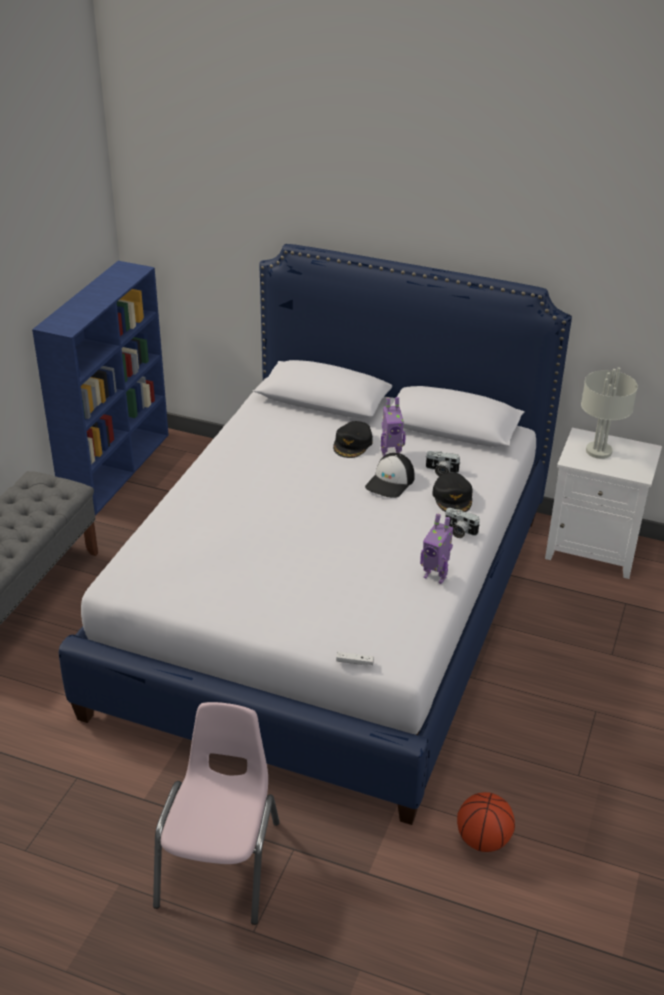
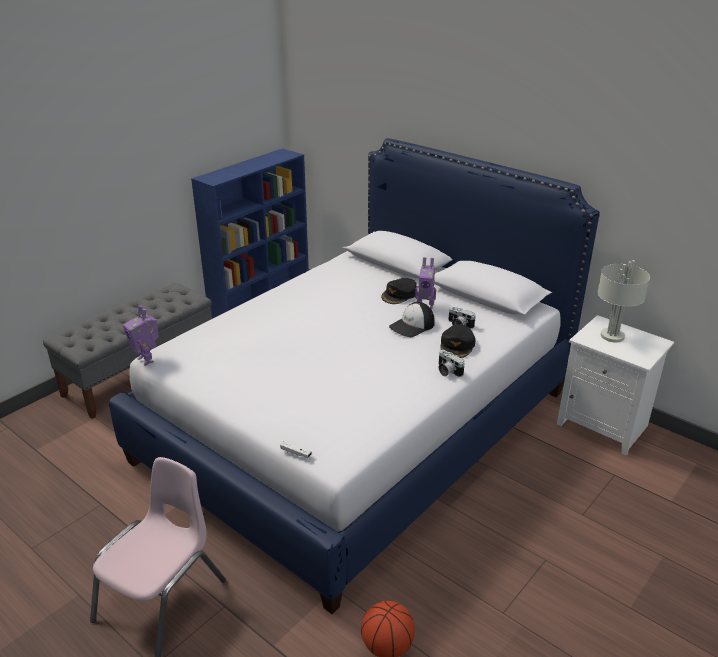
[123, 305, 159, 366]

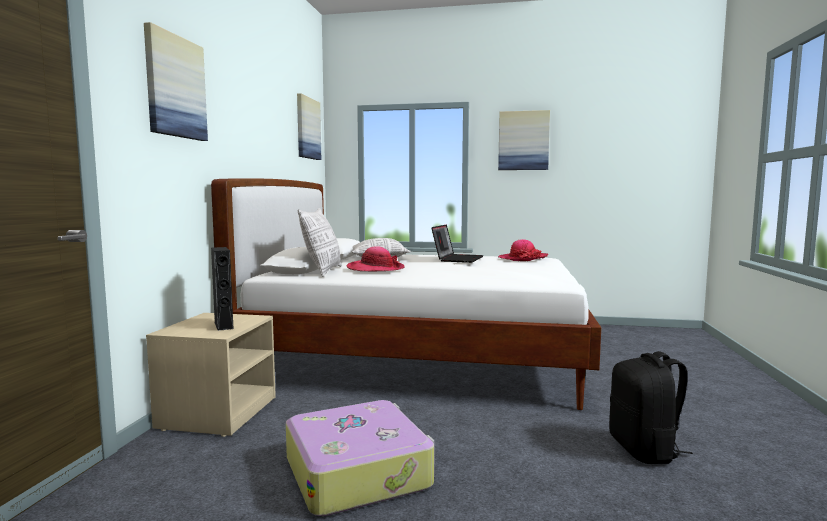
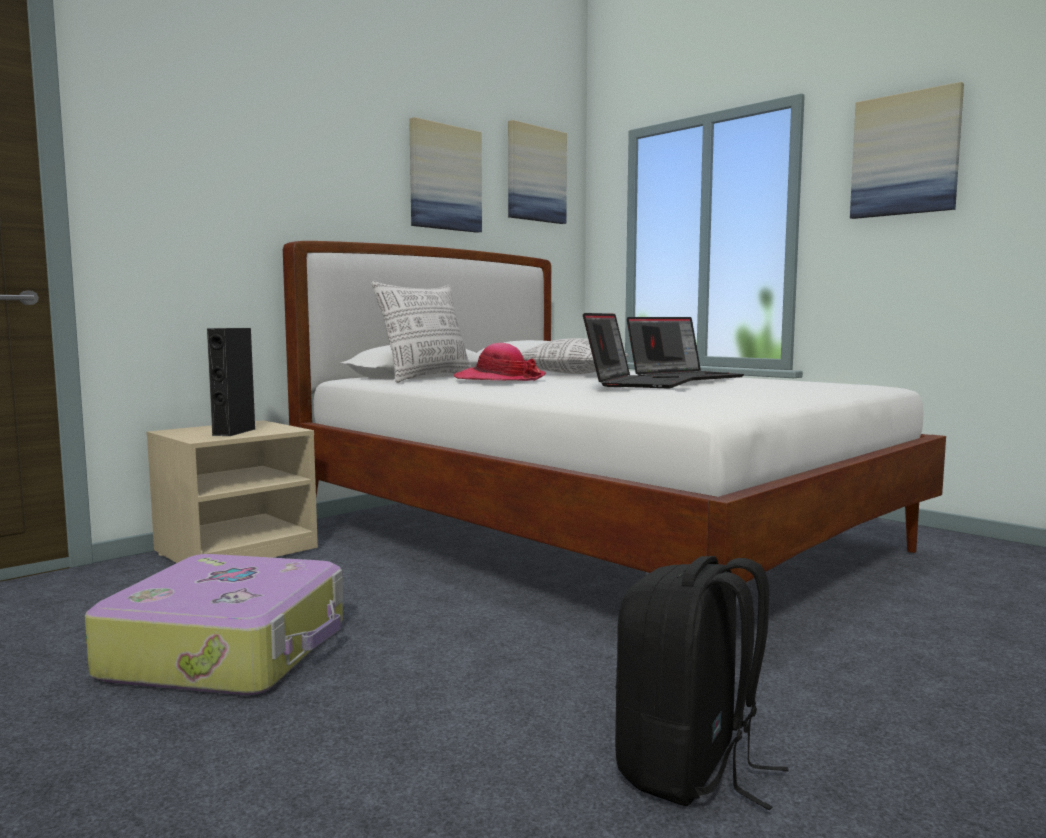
[409, 117, 482, 233]
[498, 239, 548, 261] (first image)
[583, 313, 693, 388]

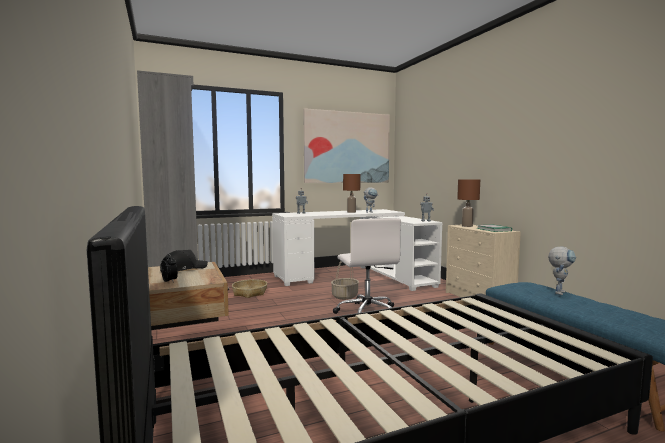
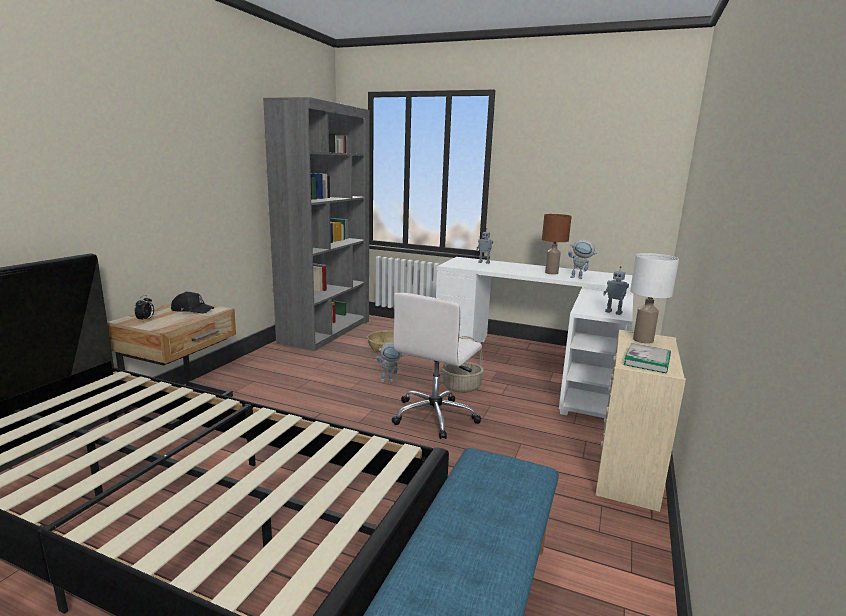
[304, 108, 390, 183] (first image)
[630, 253, 679, 344]
[376, 342, 405, 382]

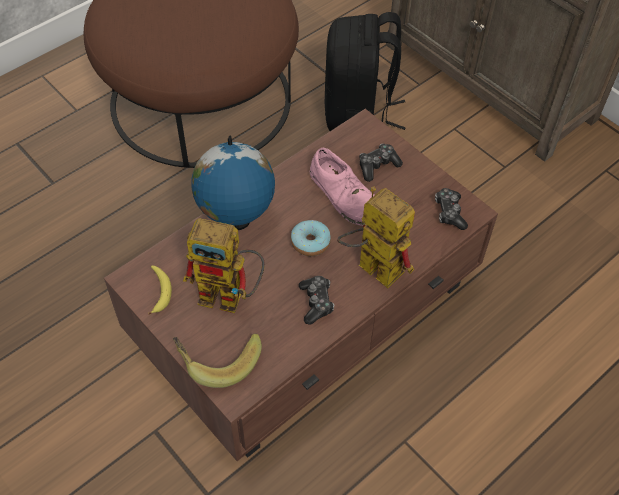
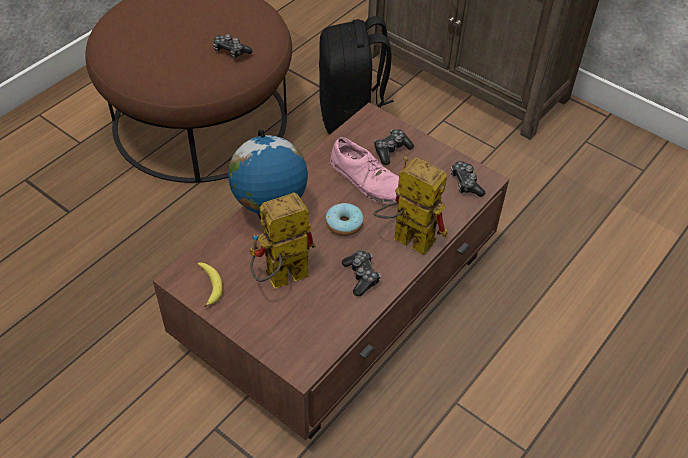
[173, 333, 262, 388] (first image)
[249, 192, 316, 289]
[213, 34, 253, 59]

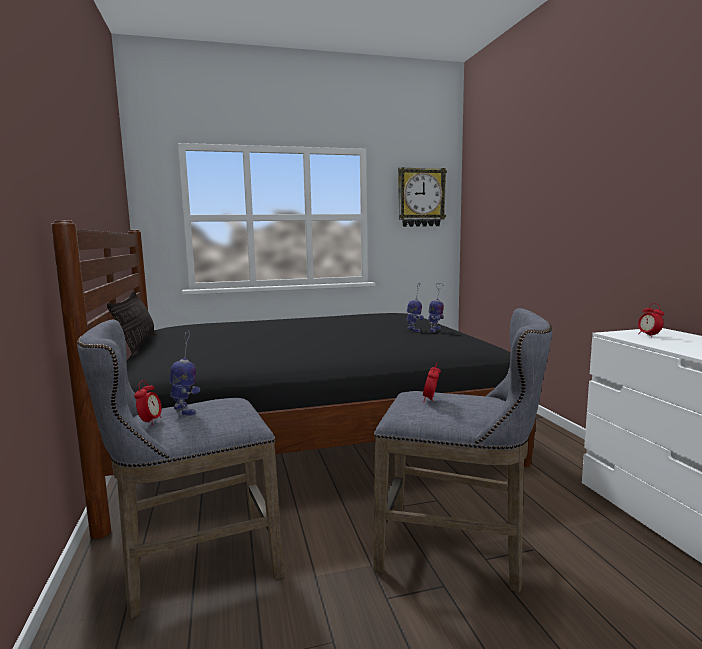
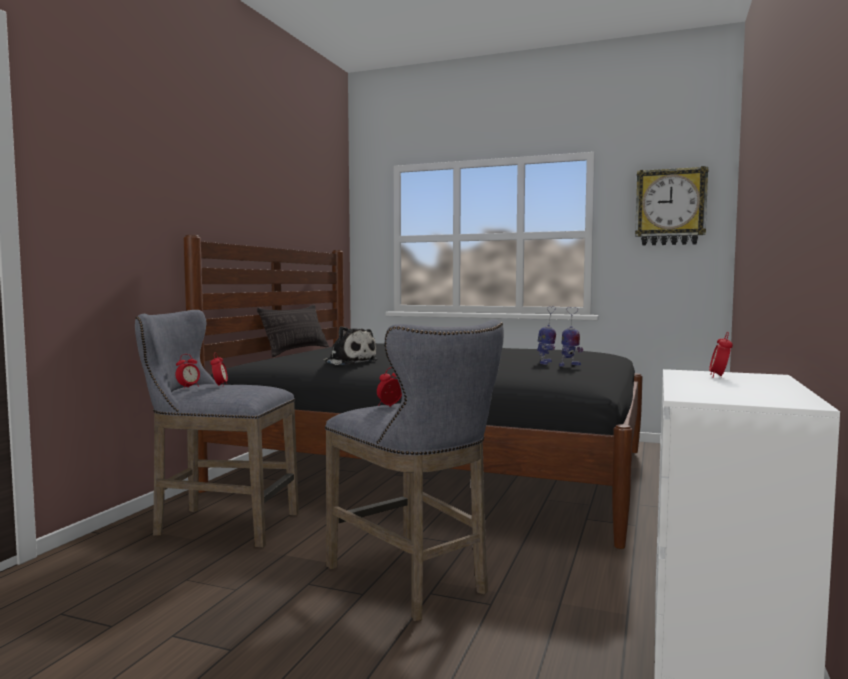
[210, 353, 228, 385]
[323, 326, 378, 365]

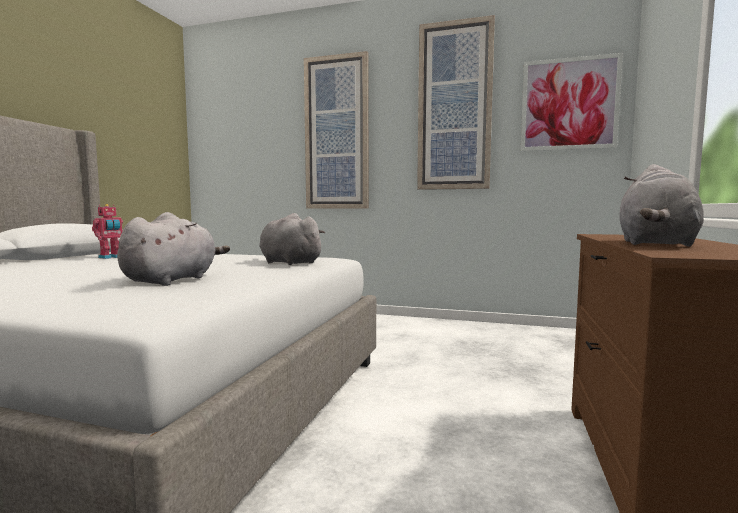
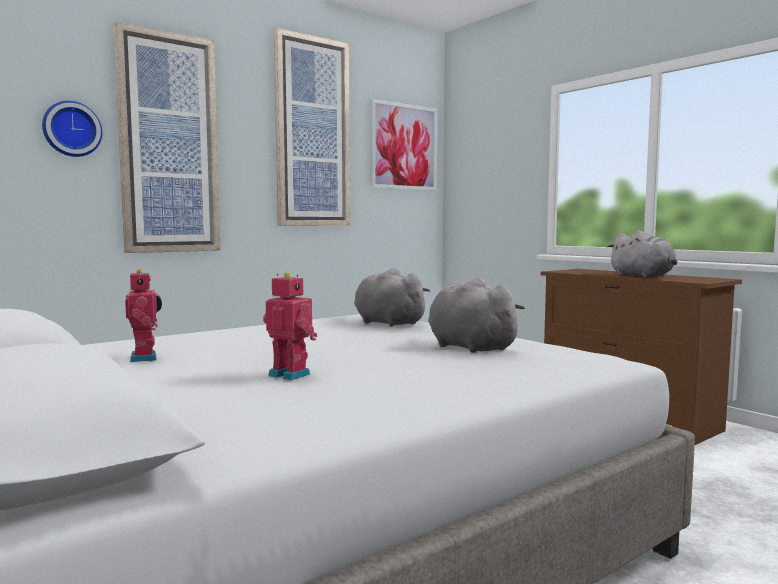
[354, 268, 430, 327]
[42, 101, 102, 157]
[263, 272, 317, 380]

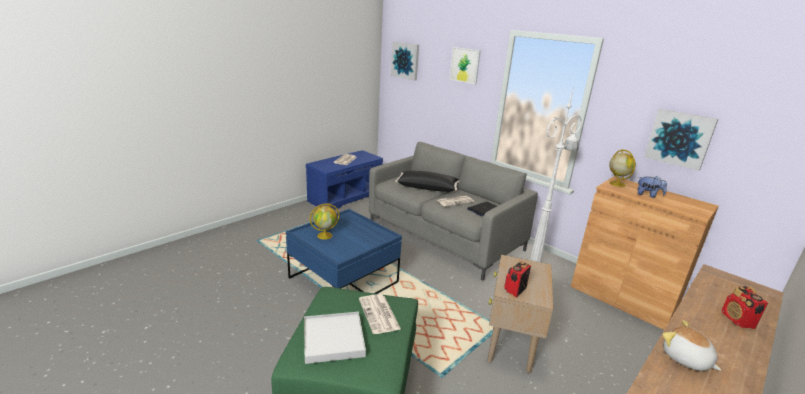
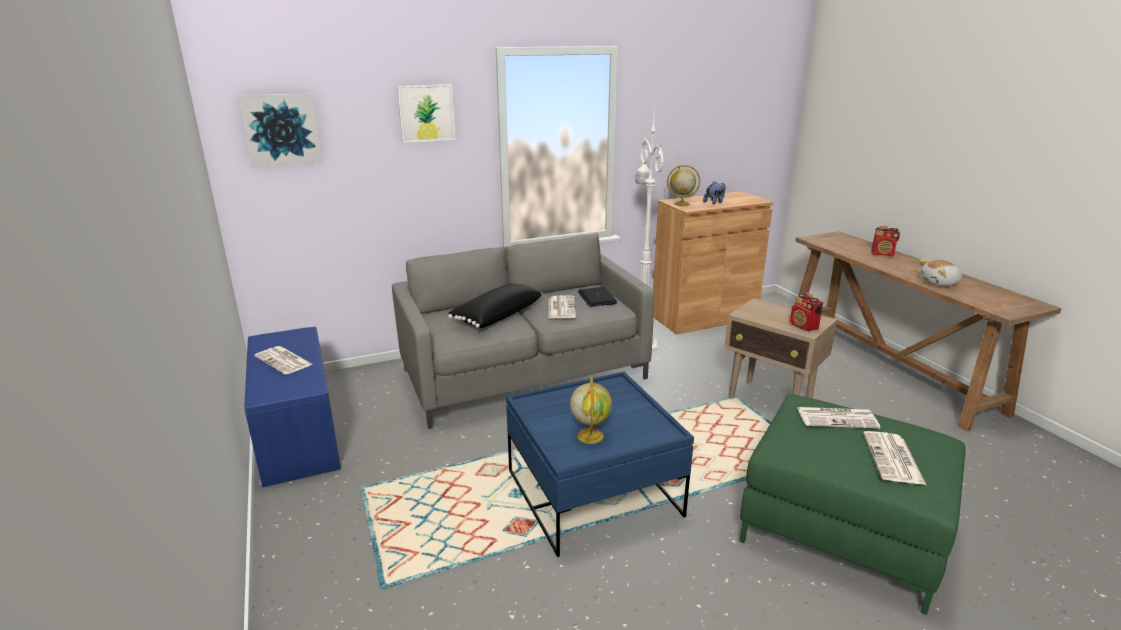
[863, 431, 926, 485]
[644, 109, 718, 171] (first image)

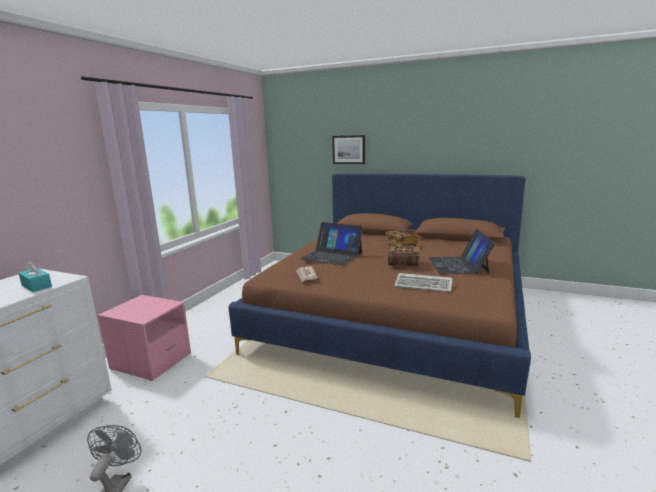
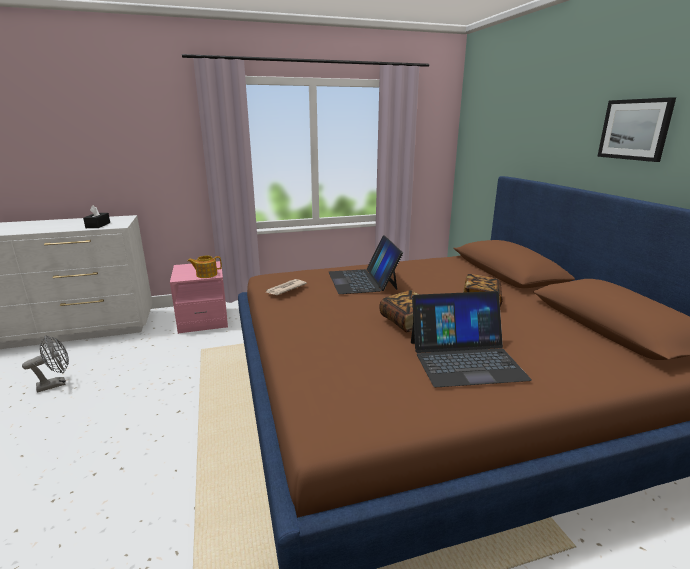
[83, 205, 110, 228]
[597, 97, 676, 162]
[395, 273, 453, 292] (first image)
[411, 291, 532, 387]
[188, 256, 222, 278]

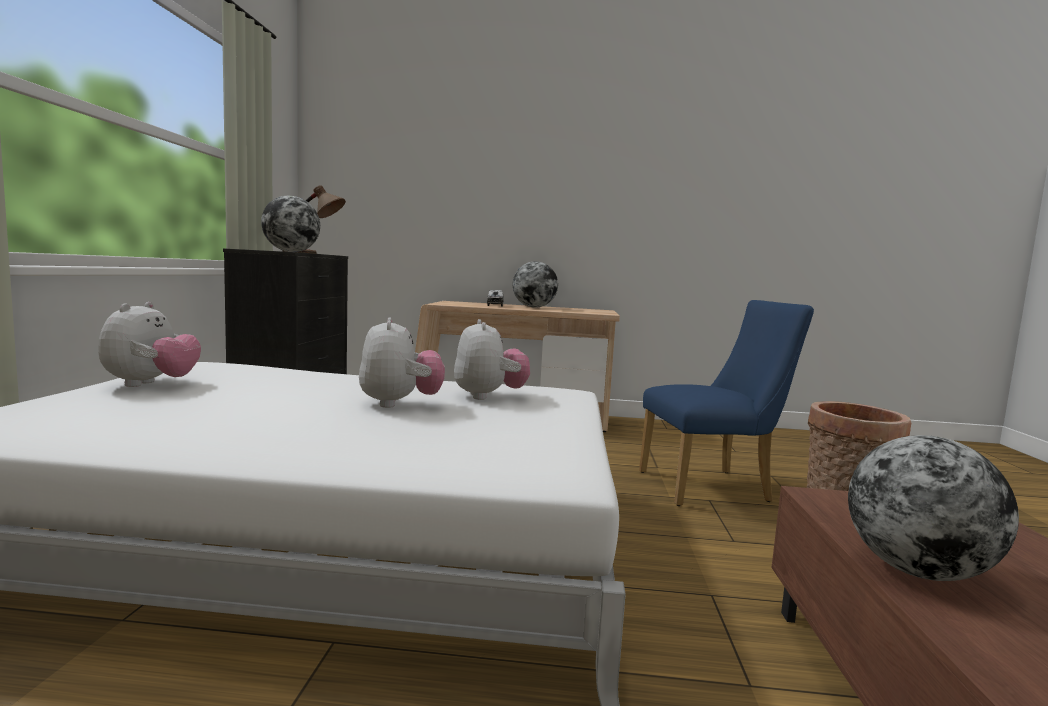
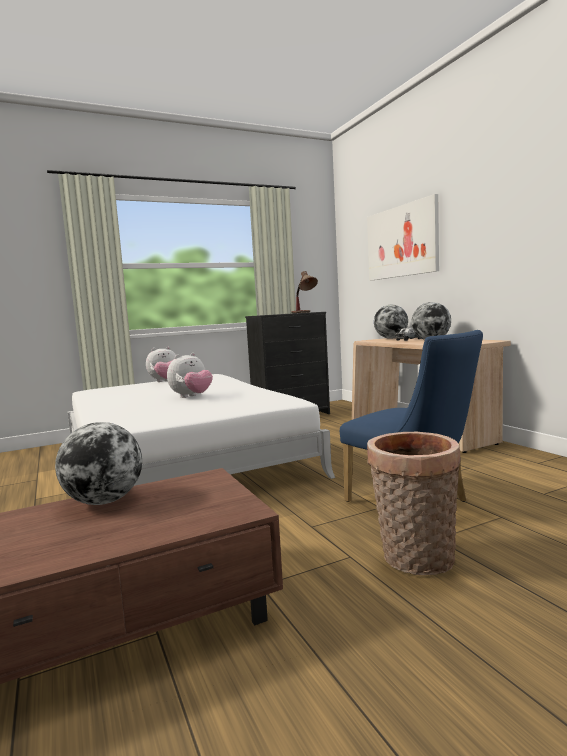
[374, 305, 408, 339]
[454, 319, 530, 400] (first image)
[367, 194, 439, 281]

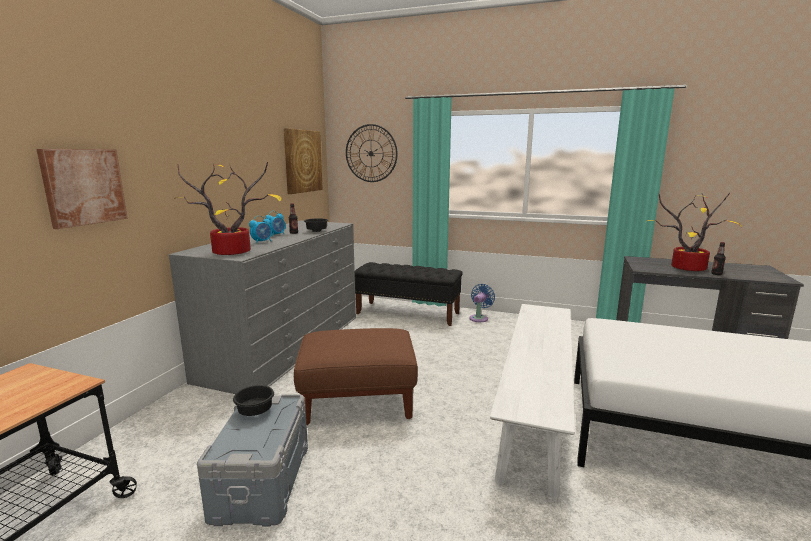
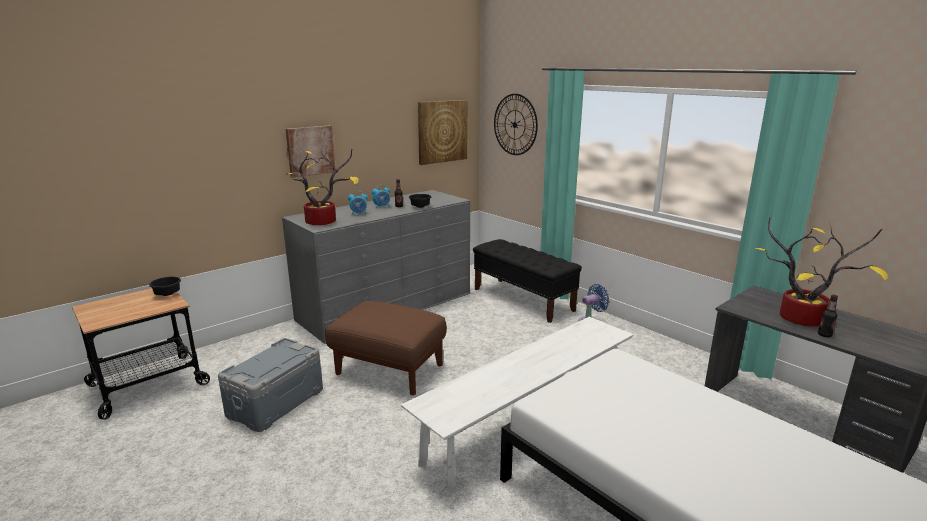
[286, 125, 335, 178]
[149, 277, 181, 296]

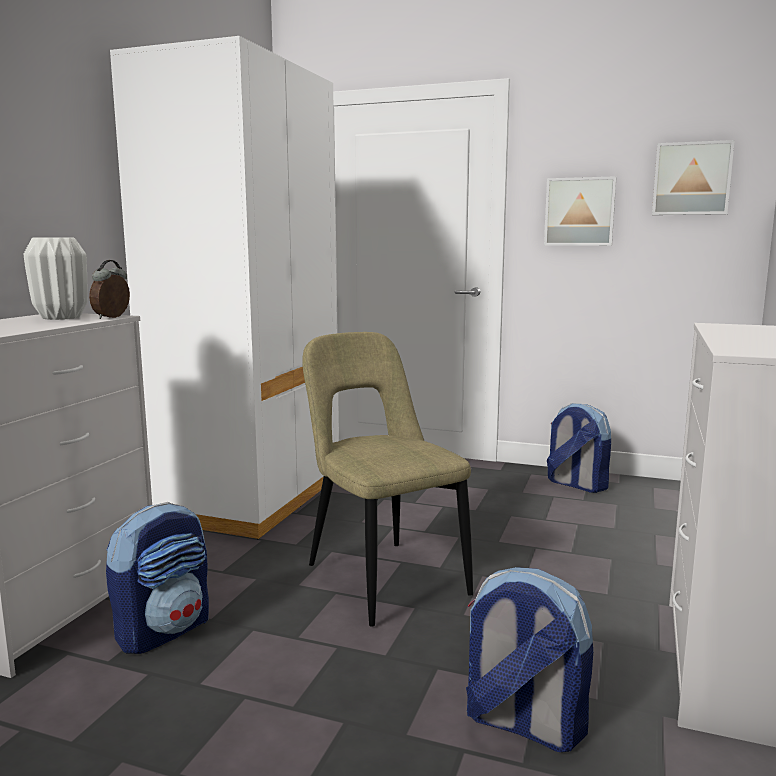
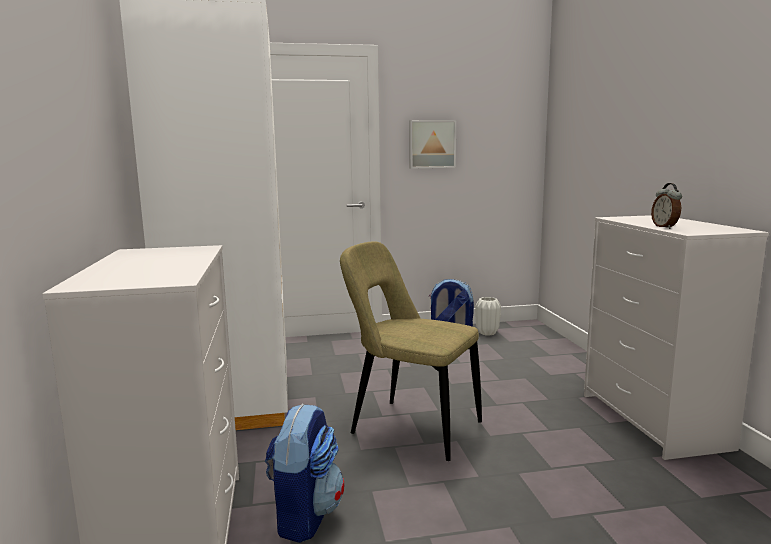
[475, 297, 501, 336]
[651, 183, 682, 229]
[466, 567, 593, 752] (first image)
[652, 140, 735, 215] (first image)

